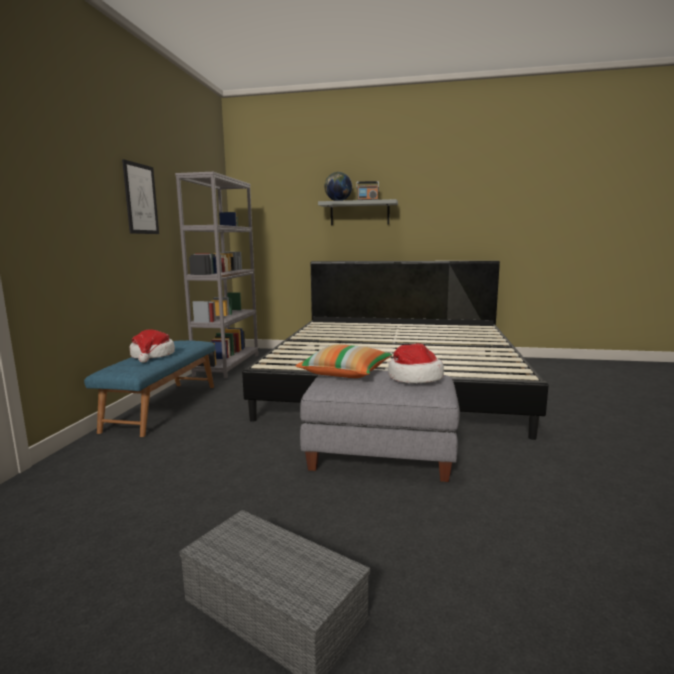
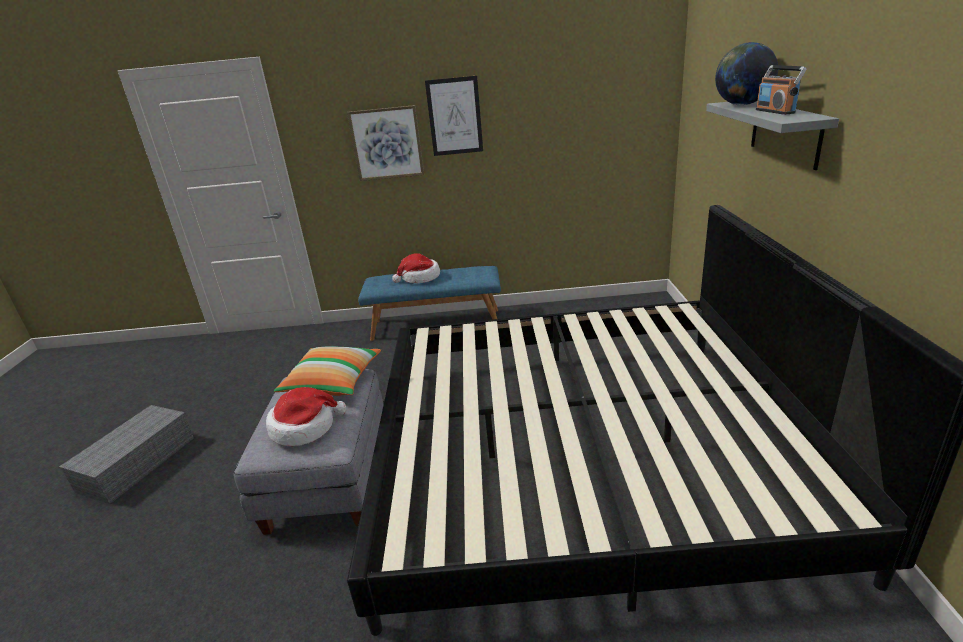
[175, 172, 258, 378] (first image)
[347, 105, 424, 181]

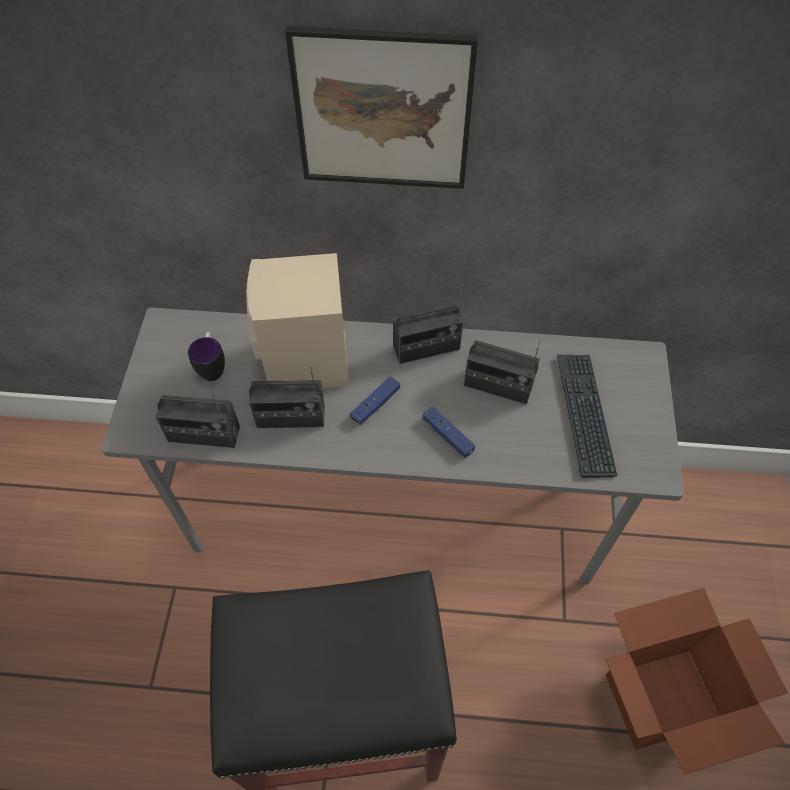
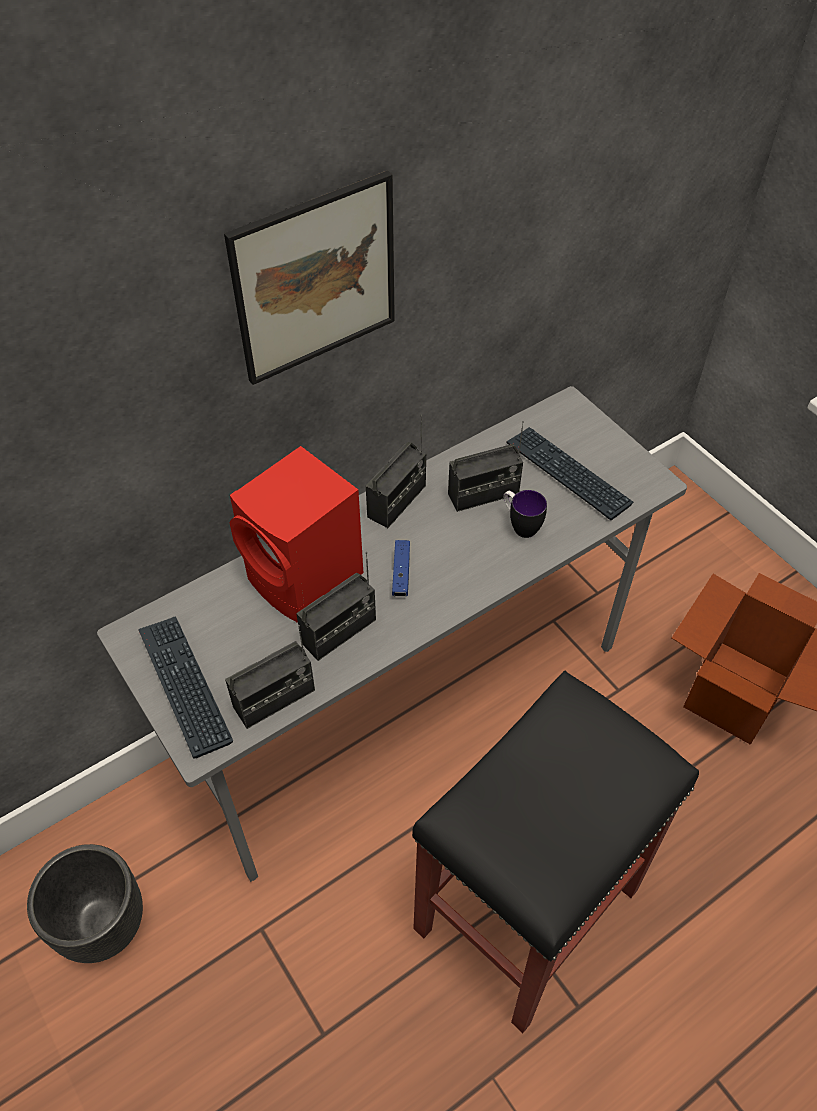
[503, 490, 547, 538]
[230, 446, 363, 623]
[423, 407, 475, 458] (first image)
[27, 844, 143, 963]
[138, 616, 233, 759]

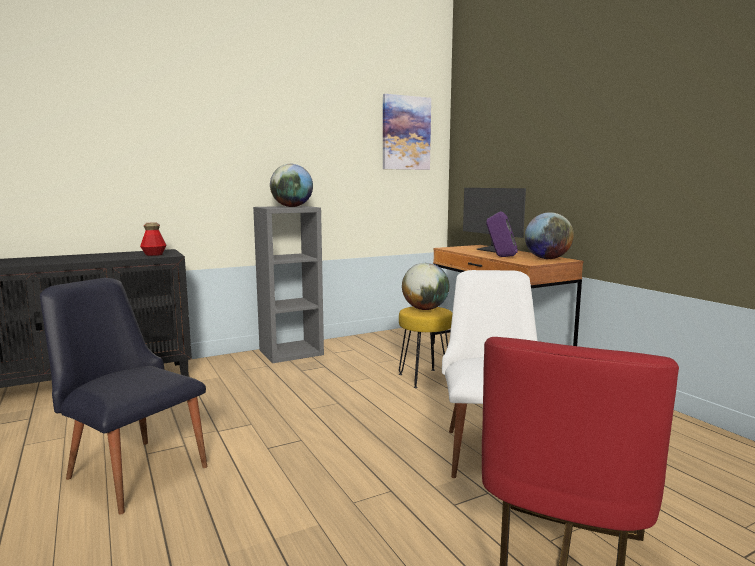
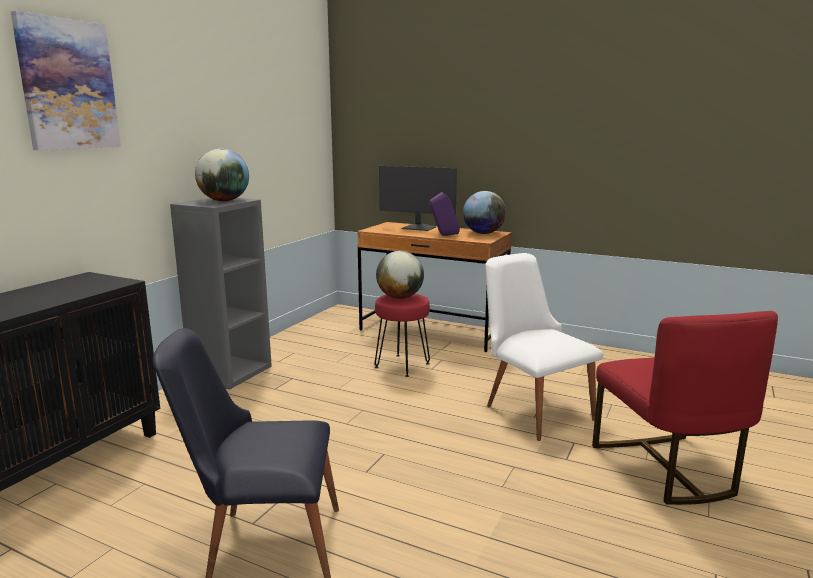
[140, 222, 166, 256] (first image)
[10, 11, 121, 150]
[375, 294, 430, 377]

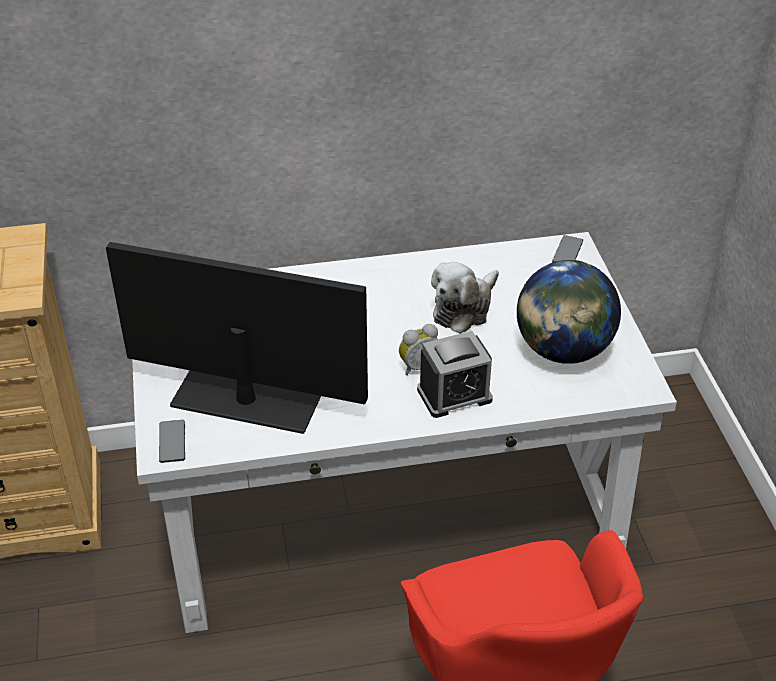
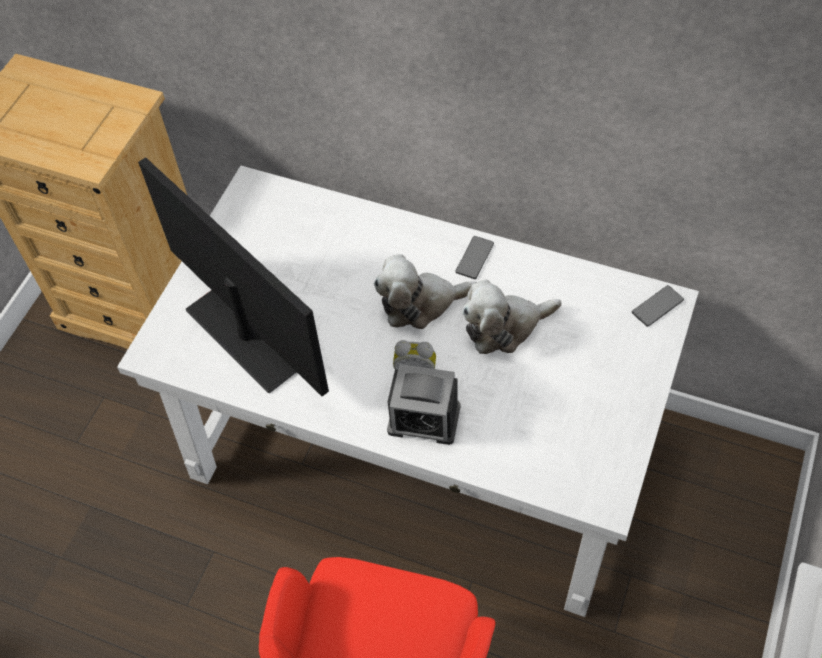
[455, 236, 494, 279]
[517, 260, 621, 364] (first image)
[374, 254, 477, 329]

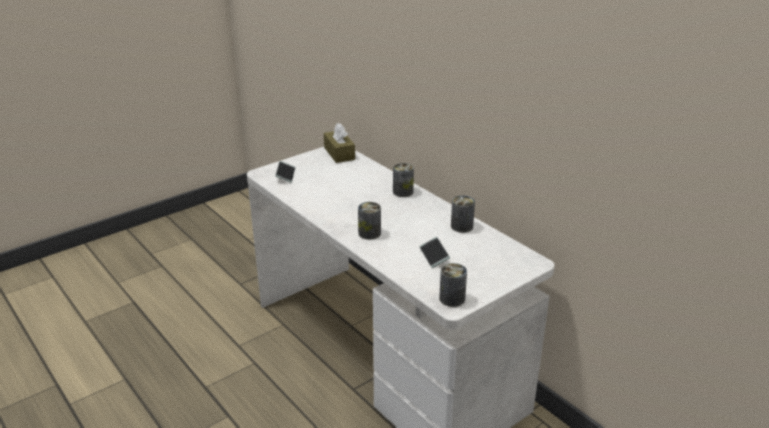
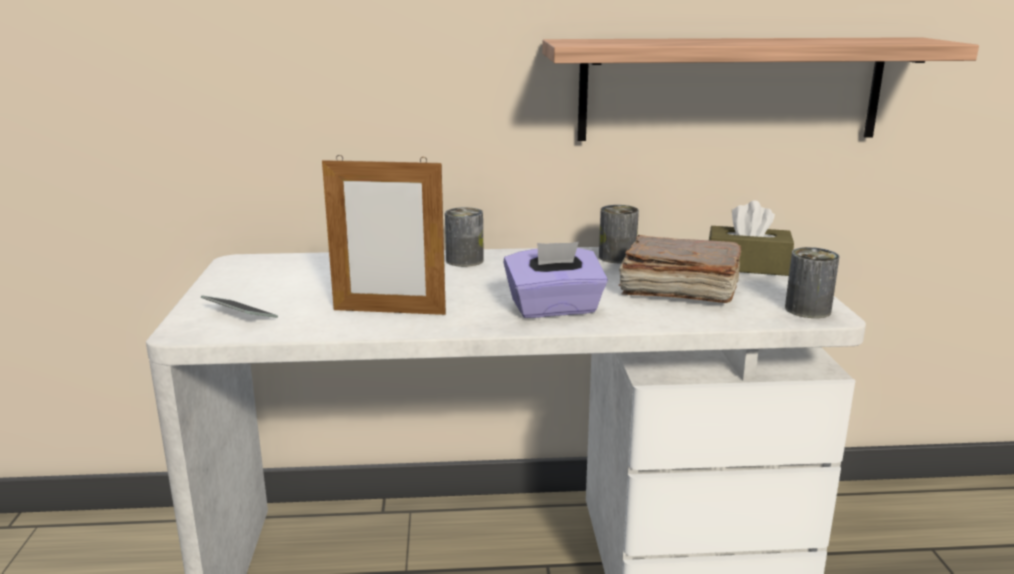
[709, 200, 794, 276]
[503, 242, 608, 318]
[619, 235, 741, 303]
[322, 155, 446, 315]
[542, 37, 979, 141]

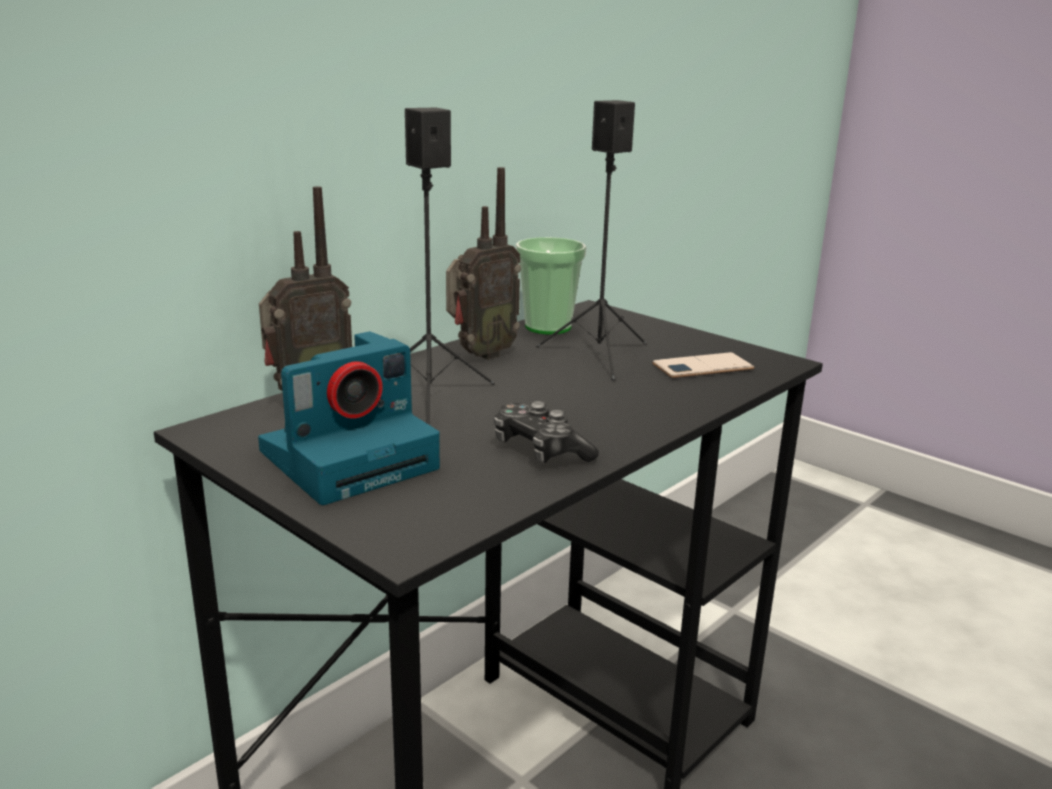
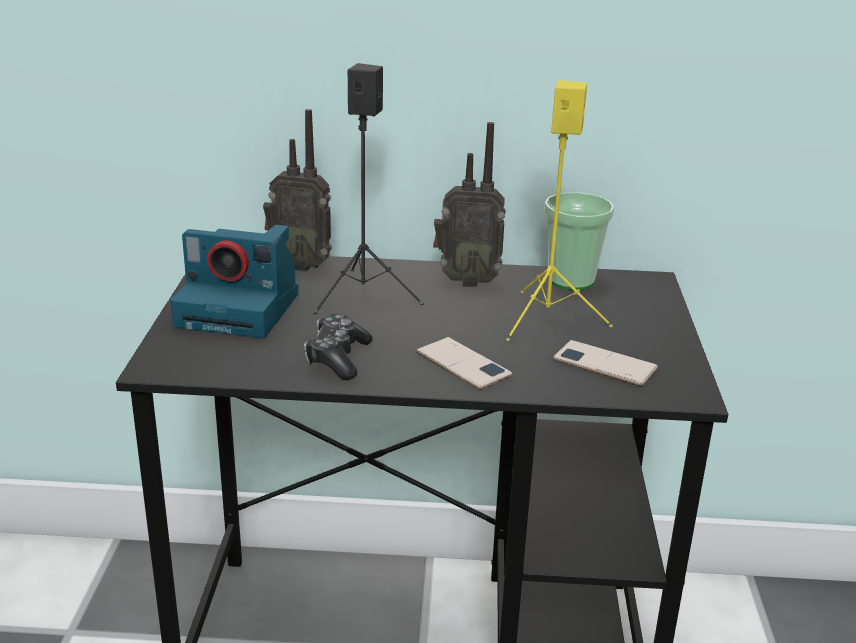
[506, 80, 613, 341]
[416, 337, 513, 390]

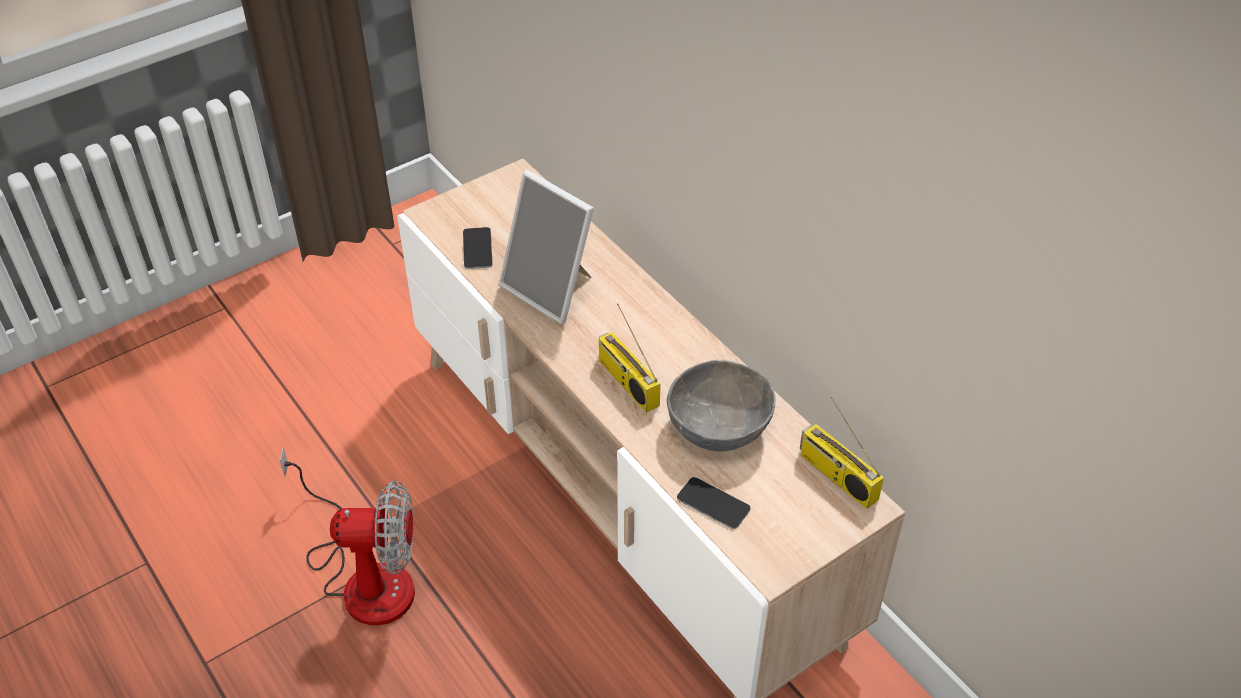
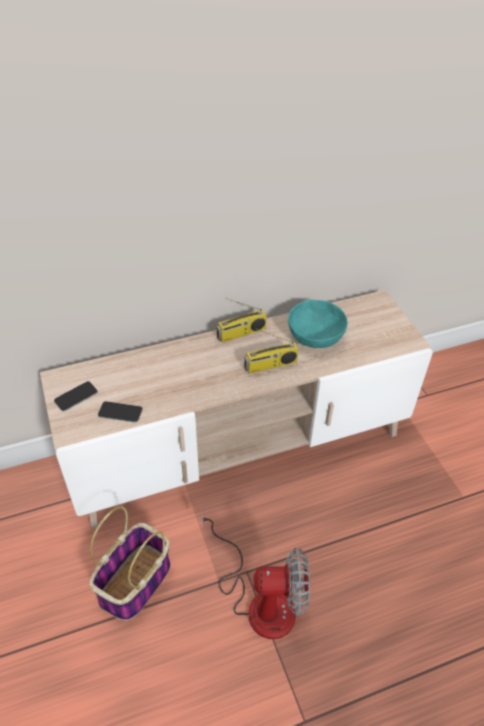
[202, 511, 310, 639]
[499, 170, 594, 324] (first image)
[288, 299, 348, 348]
[54, 381, 98, 411]
[217, 298, 267, 343]
[90, 506, 171, 621]

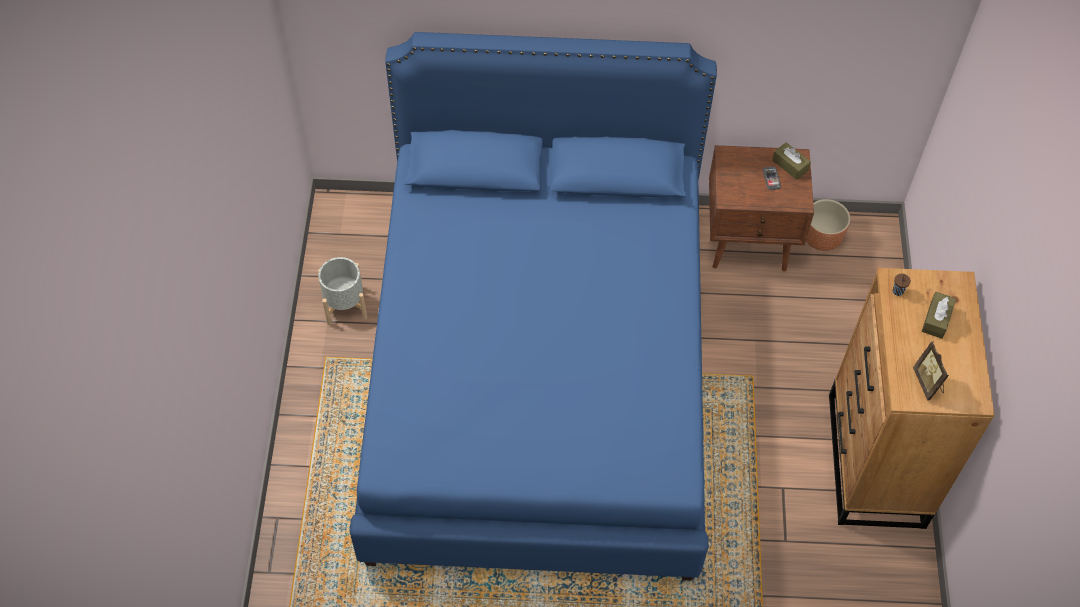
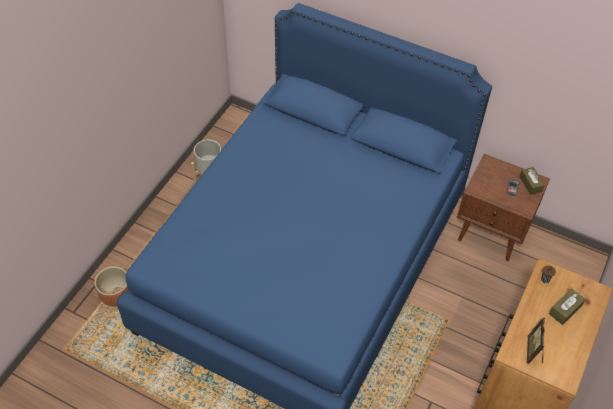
[94, 266, 129, 307]

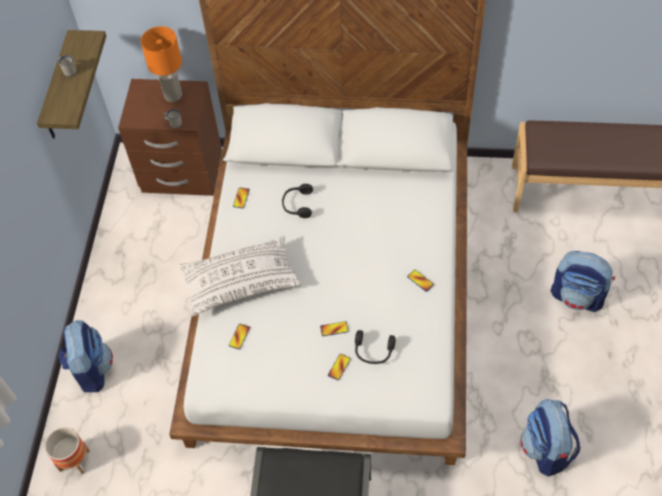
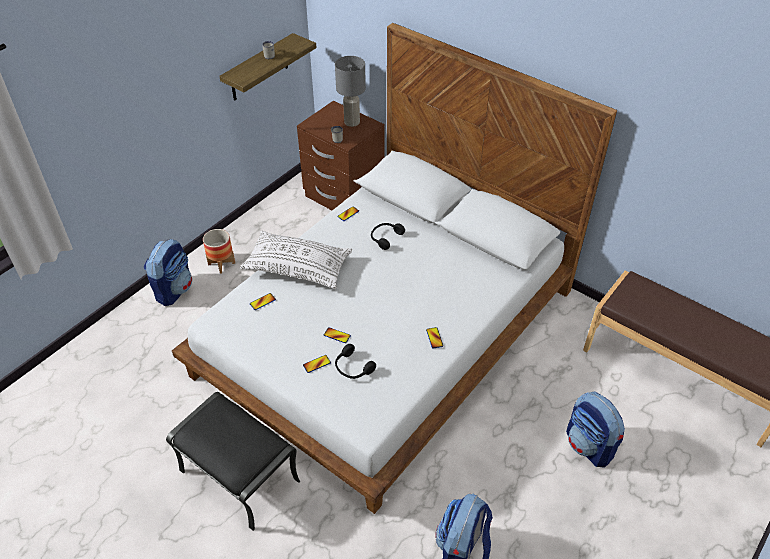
[203, 229, 235, 274]
[335, 56, 366, 127]

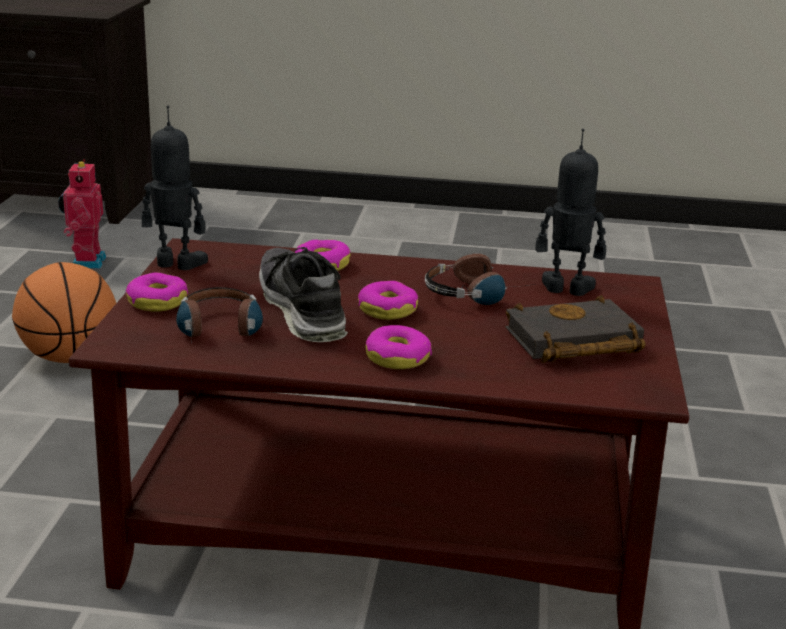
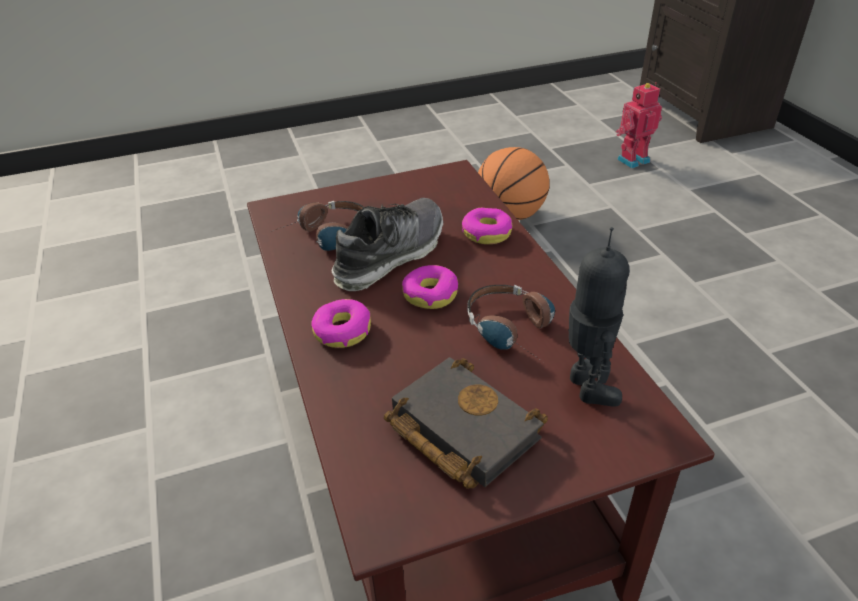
[126, 272, 188, 312] (first image)
[142, 106, 208, 270] (first image)

